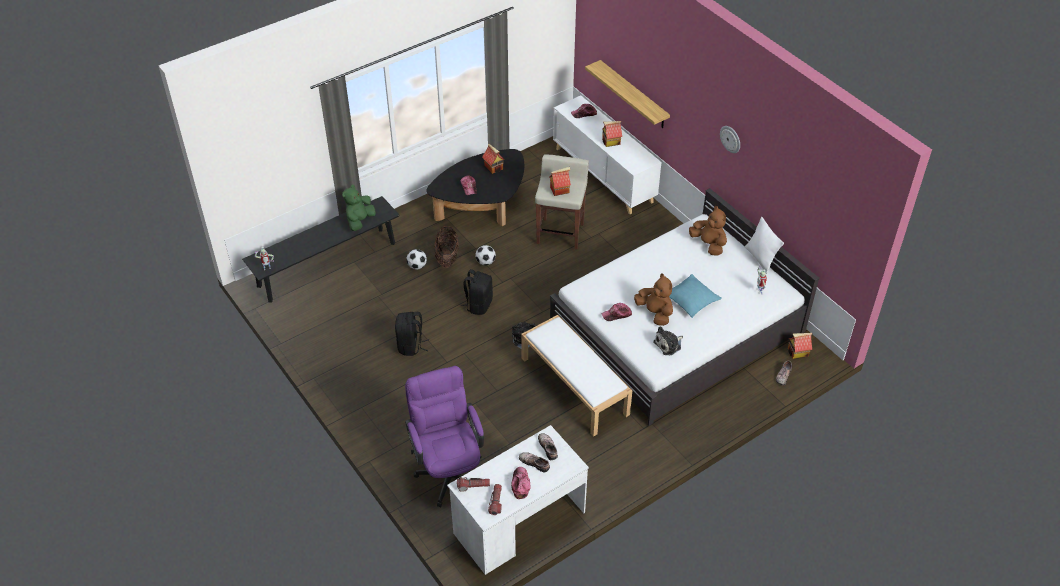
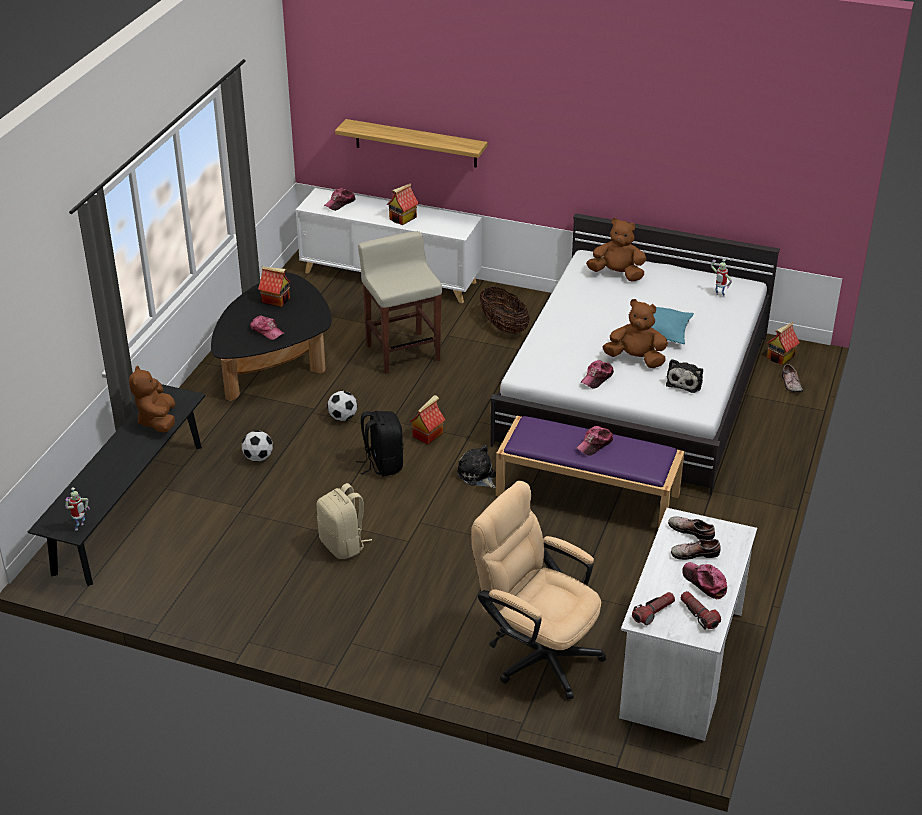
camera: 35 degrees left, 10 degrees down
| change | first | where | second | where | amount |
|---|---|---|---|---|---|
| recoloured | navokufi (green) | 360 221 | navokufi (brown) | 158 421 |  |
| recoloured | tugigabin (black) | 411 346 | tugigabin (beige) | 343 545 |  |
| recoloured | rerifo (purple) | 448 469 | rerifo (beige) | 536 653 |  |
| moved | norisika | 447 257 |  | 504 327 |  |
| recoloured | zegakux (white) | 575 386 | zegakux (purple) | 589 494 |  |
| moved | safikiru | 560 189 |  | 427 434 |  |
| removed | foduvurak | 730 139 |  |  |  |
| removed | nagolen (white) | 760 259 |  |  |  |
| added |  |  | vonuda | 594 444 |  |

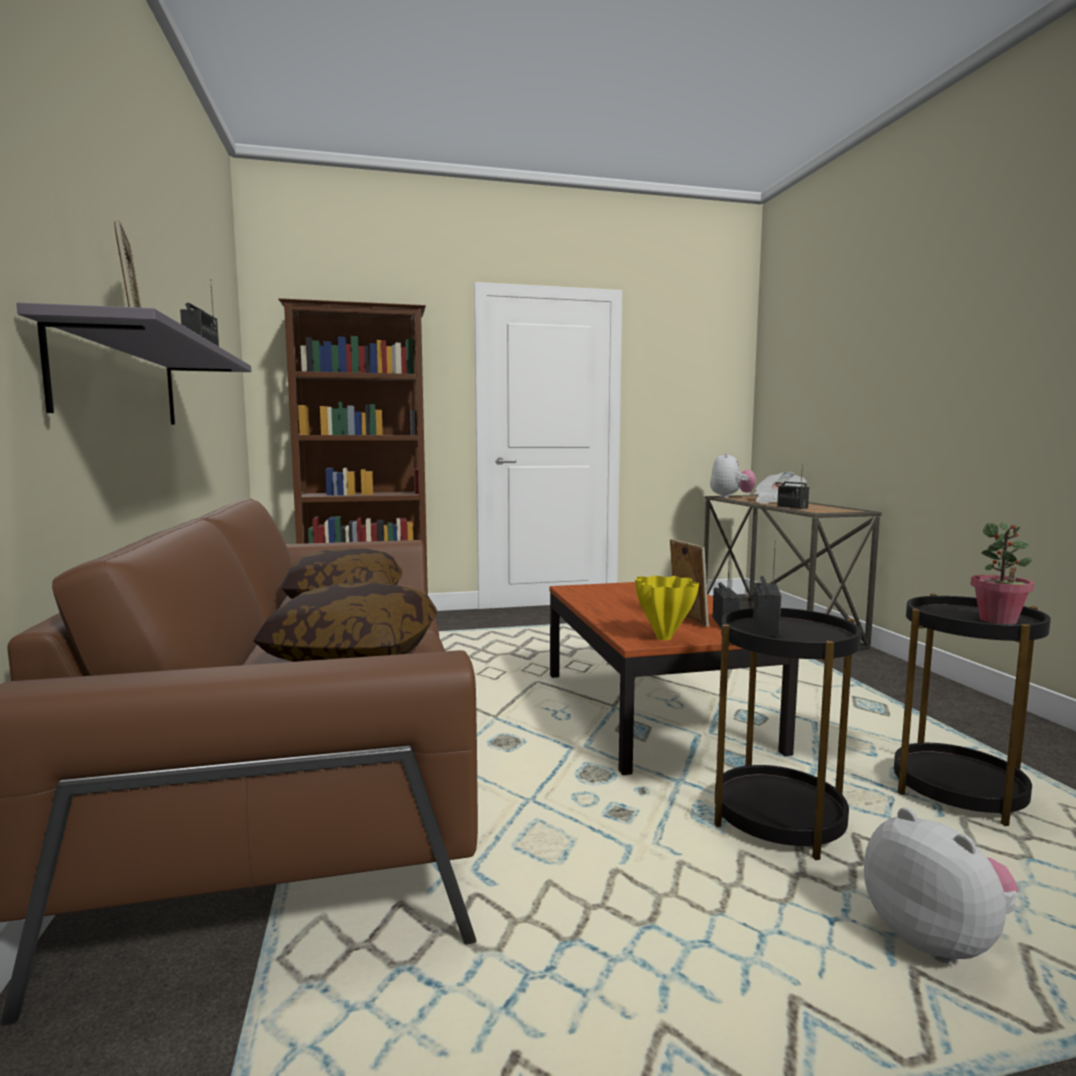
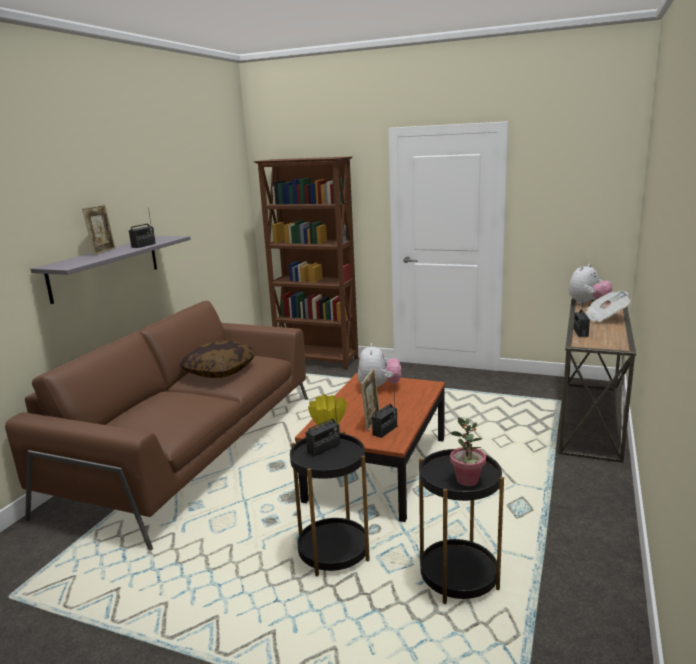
camera: 35 degrees right, 10 degrees up
| change | first | where | second | where | amount |
|---|---|---|---|---|---|
| removed | nagolen | 354 654 |  |  |  |
| moved | navokufi | 935 940 |  | 379 387 |  |

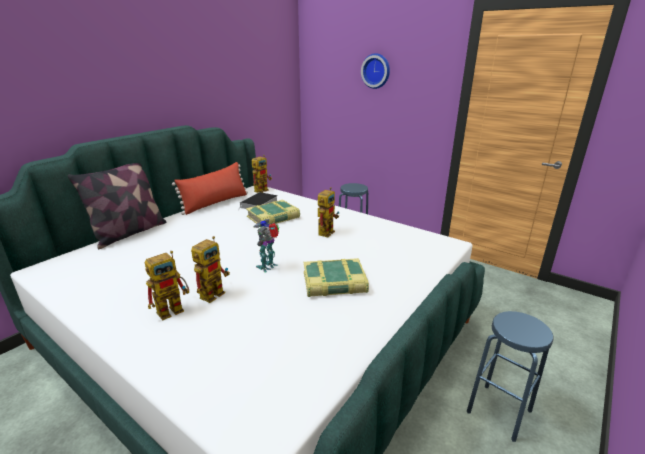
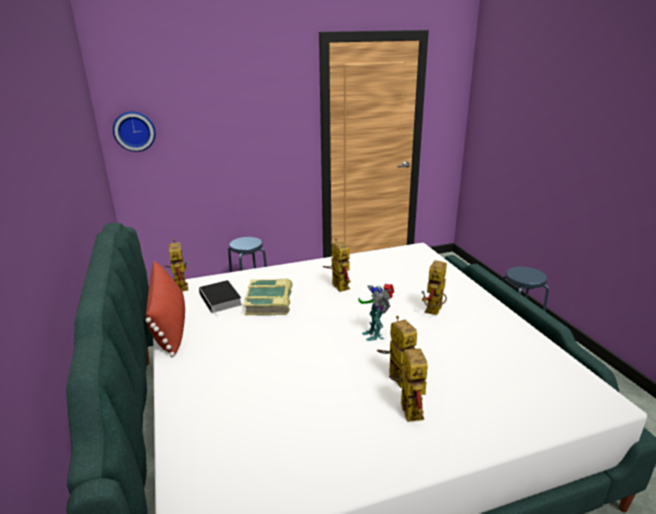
camera: 55 degrees left, 0 degrees up
| change | first | where | second | where | amount |
|---|---|---|---|---|---|
| removed | nagolen | 129 233 |  |  |  |
| replaced | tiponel | 334 283 | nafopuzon | 434 312 |  |
| moved | foduvurak | 376 71 |  | 134 131 |  |

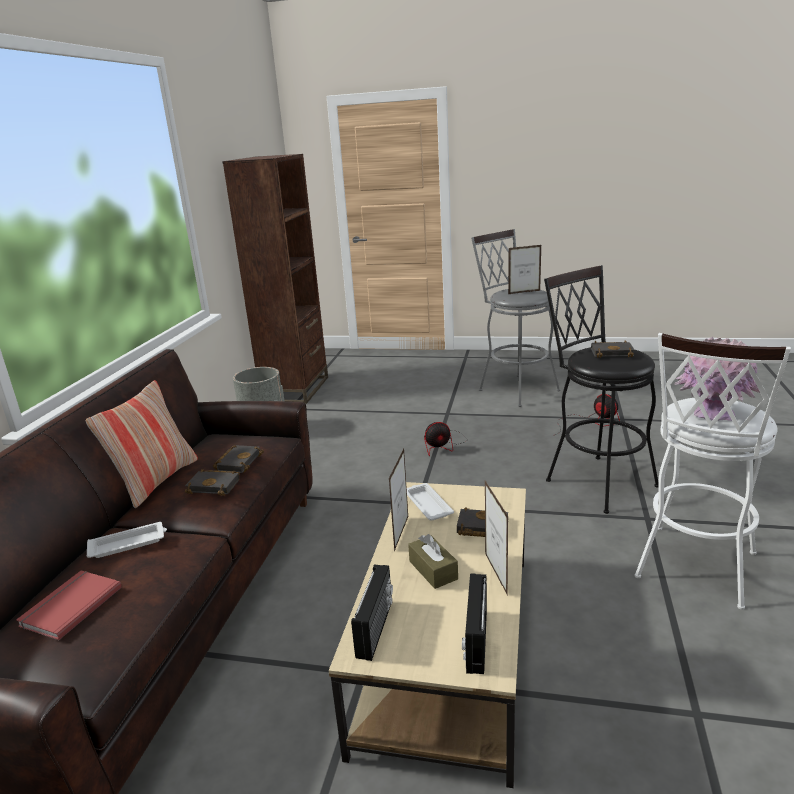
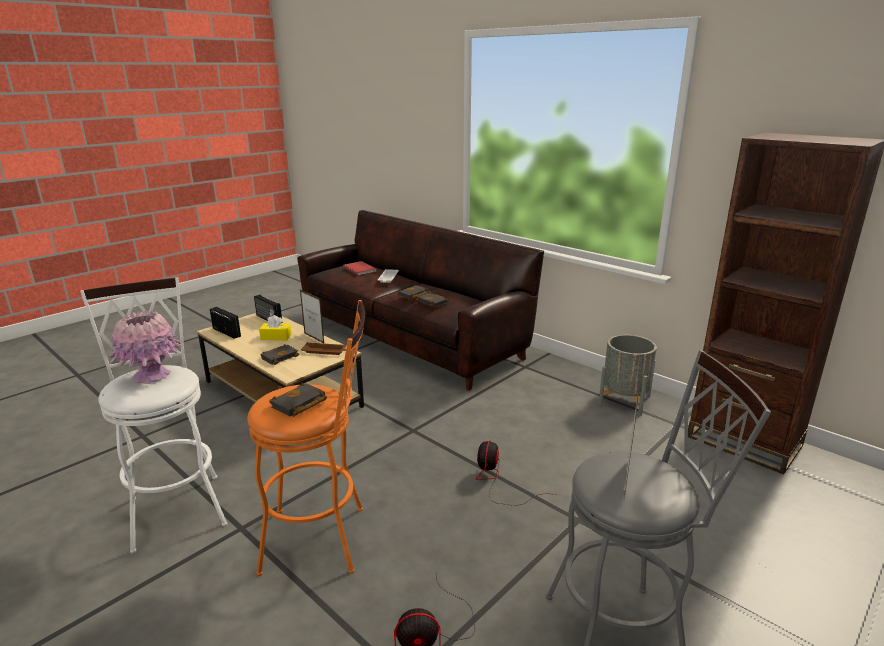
camera: 120 degrees right, 0 degrees up
| change | first | where | second | where | amount |
|---|---|---|---|---|---|
| removed | nagolen | 156 481 |  |  |  |
| recoloured | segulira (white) | 427 505 | segulira (brown) | 325 351 |  |
| recoloured | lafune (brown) | 433 570 | lafune (yellow) | 276 337 |  |
| removed | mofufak | 496 574 |  |  |  |
| recoloured | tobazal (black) | 594 479 | tobazal (orange) | 324 539 |  |

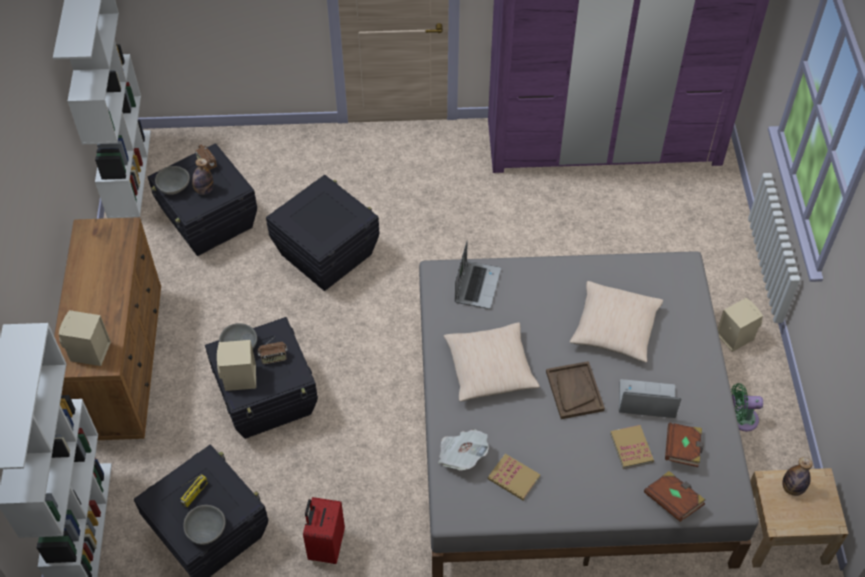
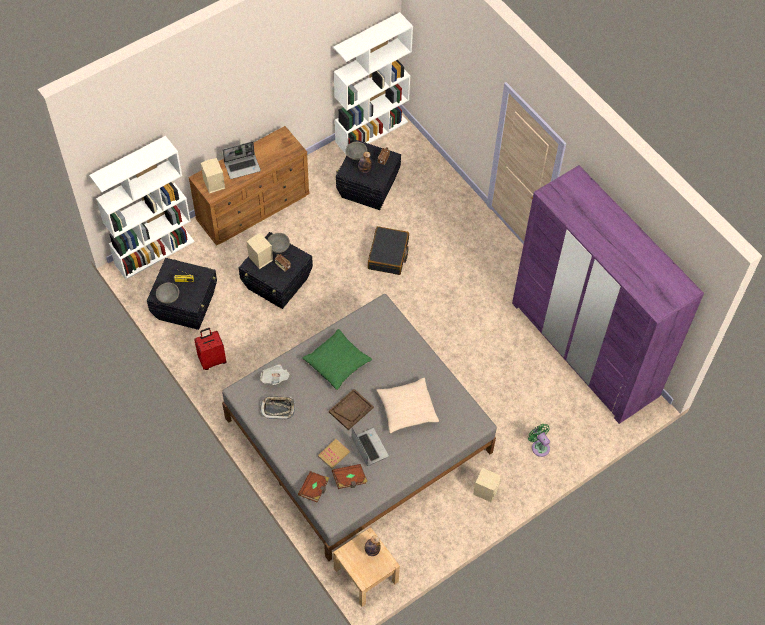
camera: 55 degrees right, 5 degrees up
| change | first | where | second | where | amount |
|---|---|---|---|---|---|
| replaced | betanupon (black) | 326 254 | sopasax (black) | 388 255 |  |
| recoloured | nagolen (beige) | 490 368 | nagolen (green) | 337 363 |  |
| moved | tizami | 477 285 |  | 242 166 |  |
| replaced | tiponel | 513 478 | segulira | 278 408 |  |
| moved | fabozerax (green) | 741 419 |  | 539 446 |  |

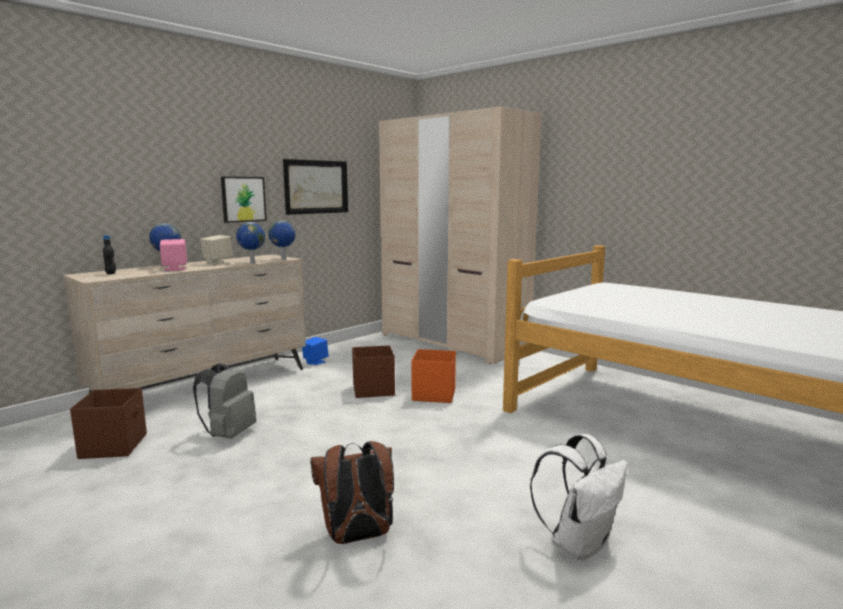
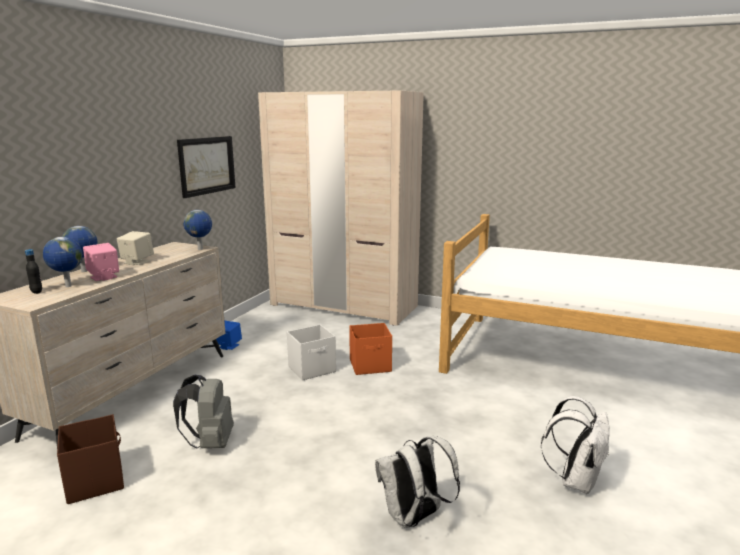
camera: 20 degrees left, 5 degrees up
| change | first | where | second | where | amount |
|---|---|---|---|---|---|
| removed | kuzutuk | 243 199 |  |  |  |
| moved | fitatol | 252 262 |  | 67 286 |  |
| recoloured | tugigabin (brown) | 357 537 | tugigabin (white) | 414 518 |  |
| recoloured | betanupon (brown) | 374 390 | betanupon (white) | 312 369 |  |

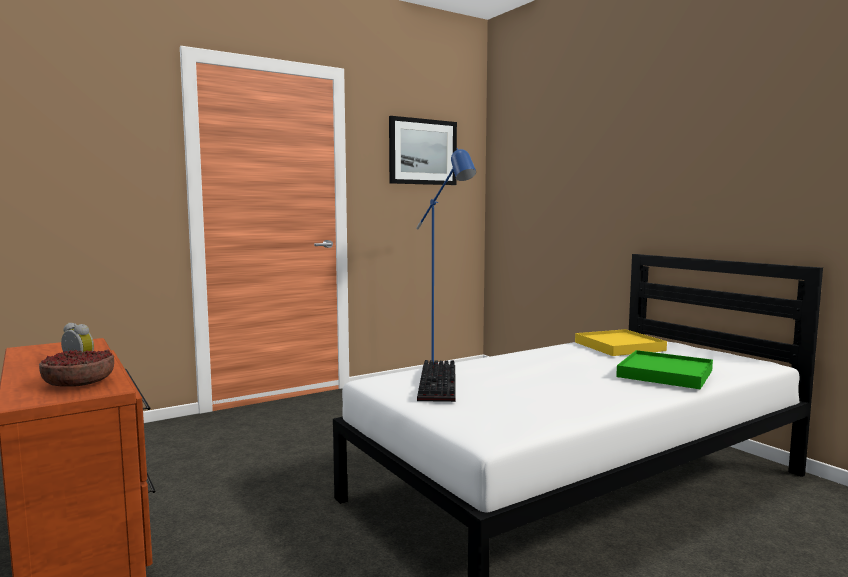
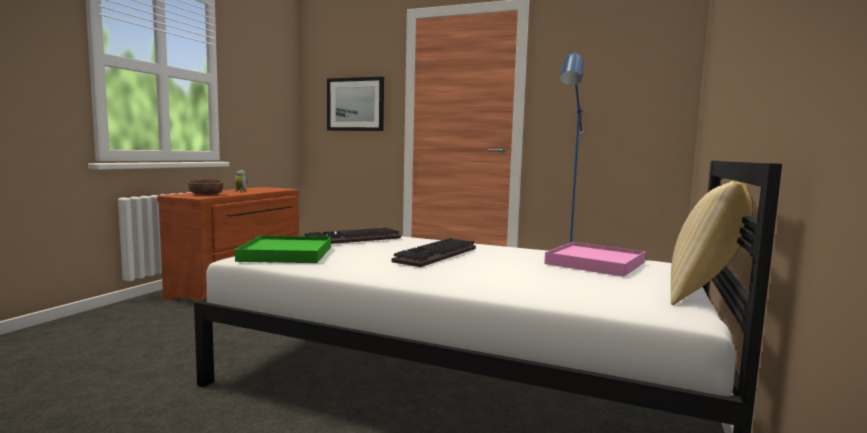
camera: 55 degrees right, 0 degrees up
| change | first | where | second | where | amount |
|---|---|---|---|---|---|
| moved | kuzutuk | 422 152 |  | 355 104 |  |
| recoloured | segulira (yellow) | 619 346 | segulira (pink) | 595 263 |  |
| moved | segulira (green) | 664 374 |  | 286 254 |  |
| added |  |  | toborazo | 437 256 |  |
| added |  |  | nagolen | 705 294 |  |

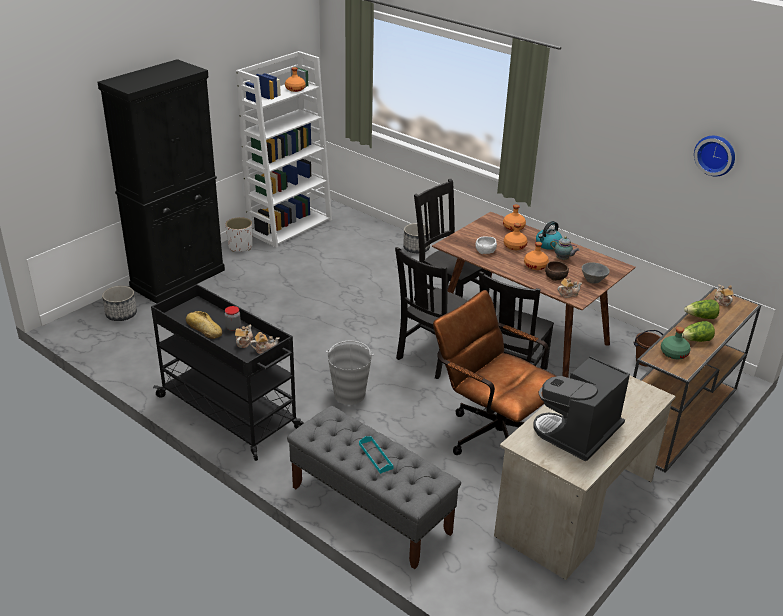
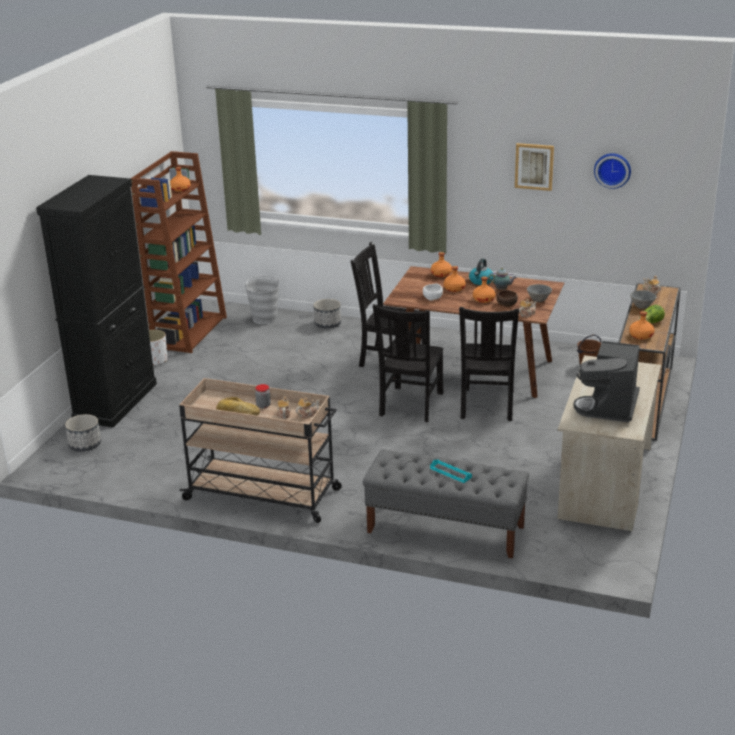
camera: 20 degrees left, 5 degrees down
| change | first | where | second | where | amount |
|---|---|---|---|---|---|
| recoloured | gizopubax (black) | 230 413 | gizopubax (beige) | 264 495 |  |
| recoloured | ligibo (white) | 290 226 | ligibo (brown) | 189 331 |  |
| moved | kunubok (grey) | 349 394 |  | 264 318 |  |
| removed | rerifo (brown) | 490 433 |  |  |  |
| recoloured | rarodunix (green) | 673 353 | rarodunix (orange) | 641 335 |  |
| replaced | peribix | 701 317 | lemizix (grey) | 643 306 |  |
| added |  |  | kuzutuk | 534 166 |  |

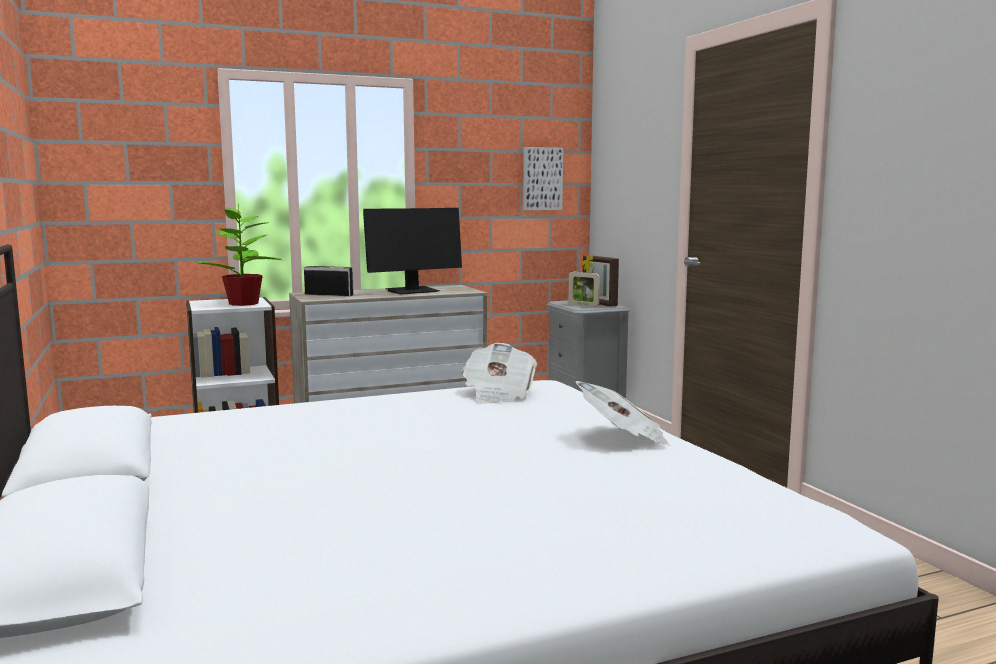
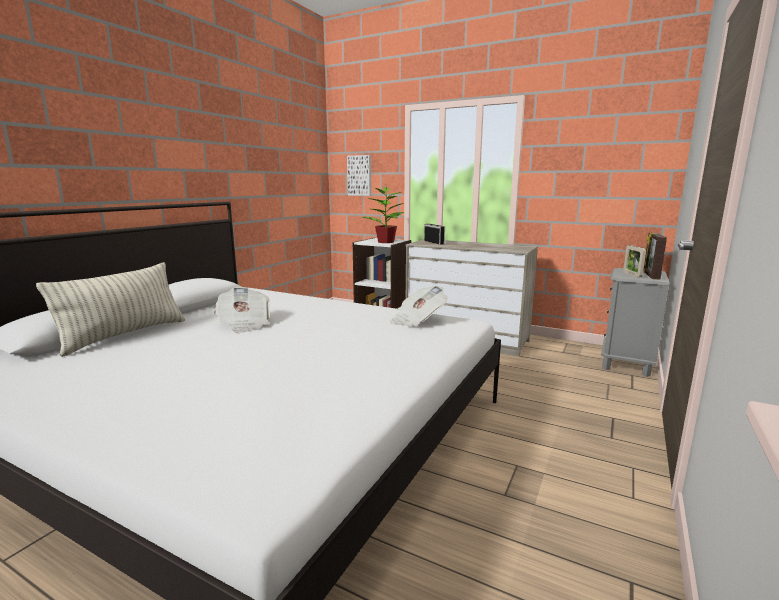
camera: 50 degrees right, 5 degrees up
| change | first | where | second | where | amount |
|---|---|---|---|---|---|
| removed | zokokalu | 412 291 |  |  |  |
| moved | kuzutuk | 541 179 |  | 360 175 |  |
| moved | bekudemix | 623 438 |  | 244 324 |  |
| added |  |  | nagolen | 124 335 |  |

